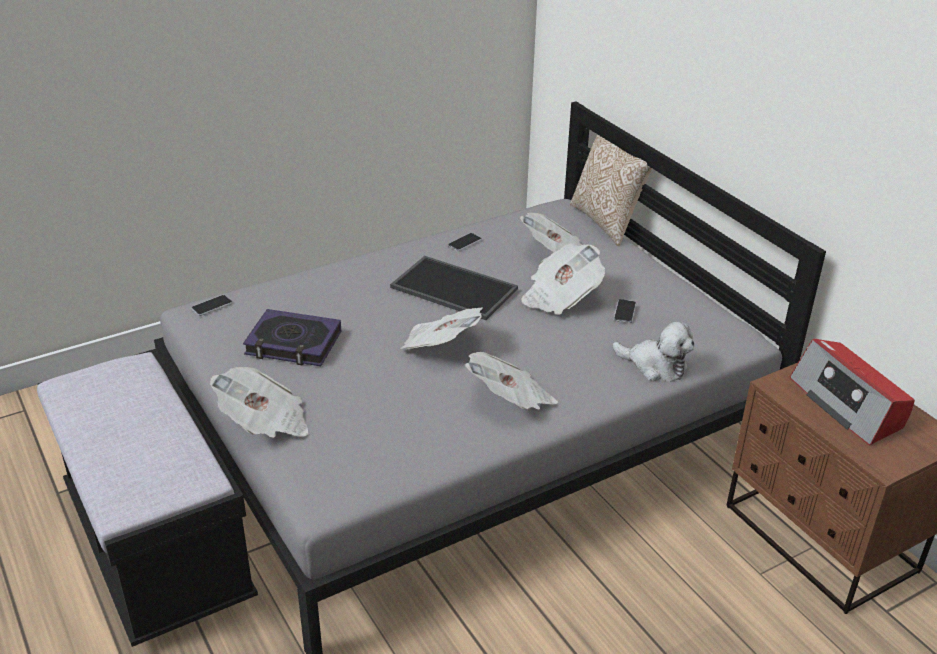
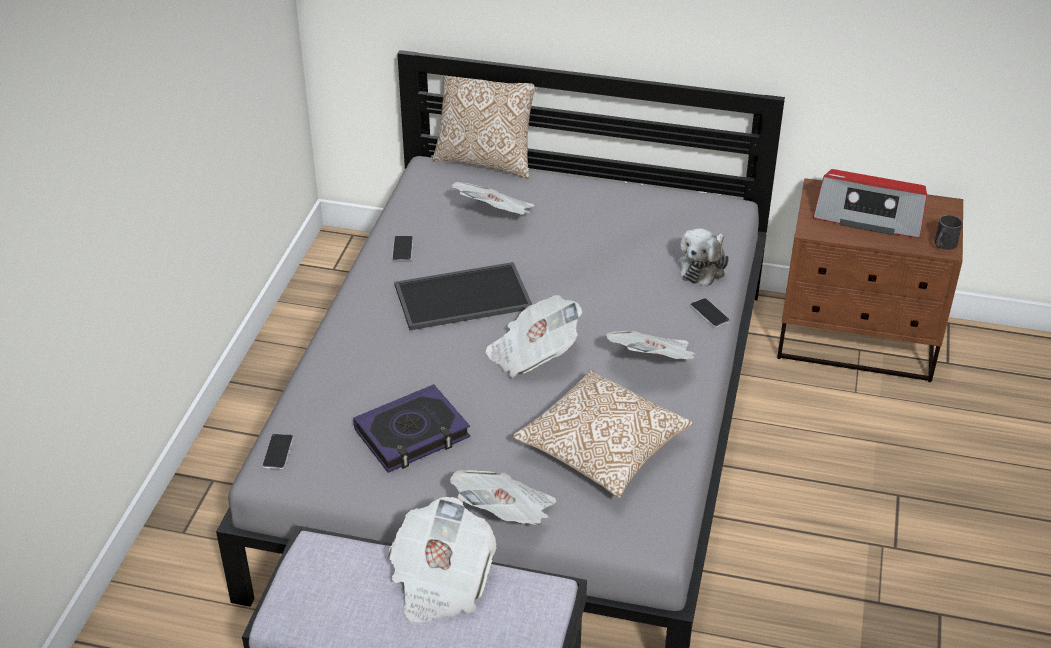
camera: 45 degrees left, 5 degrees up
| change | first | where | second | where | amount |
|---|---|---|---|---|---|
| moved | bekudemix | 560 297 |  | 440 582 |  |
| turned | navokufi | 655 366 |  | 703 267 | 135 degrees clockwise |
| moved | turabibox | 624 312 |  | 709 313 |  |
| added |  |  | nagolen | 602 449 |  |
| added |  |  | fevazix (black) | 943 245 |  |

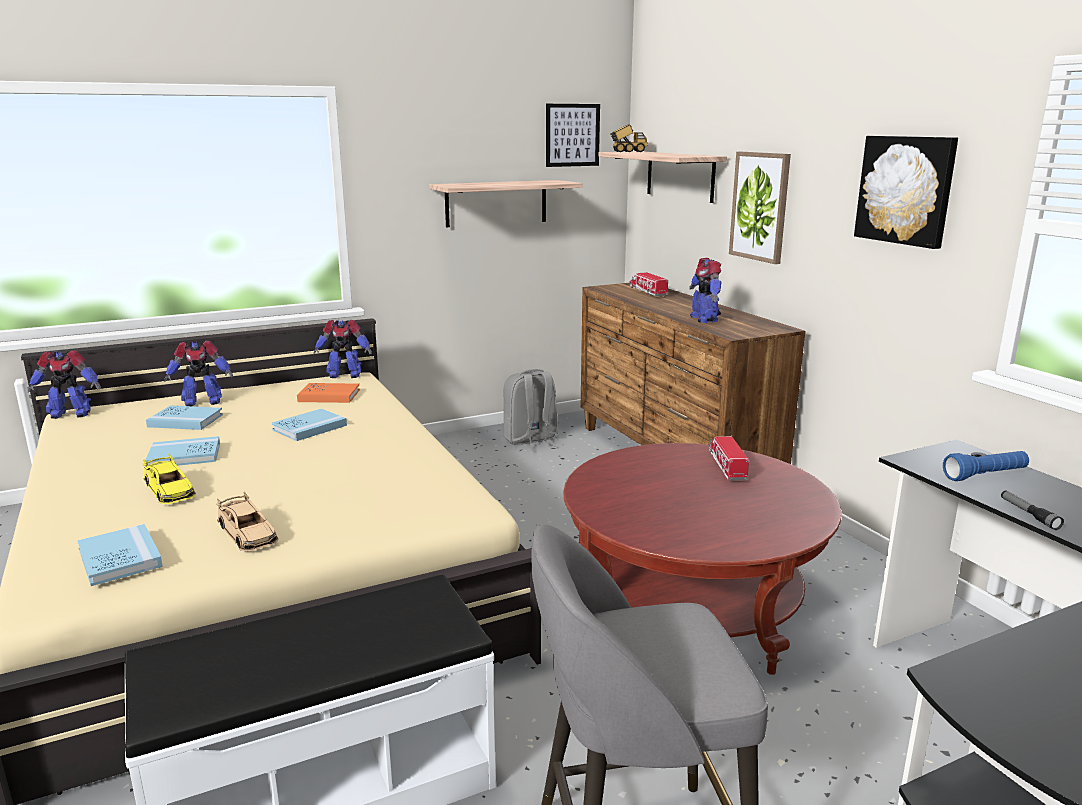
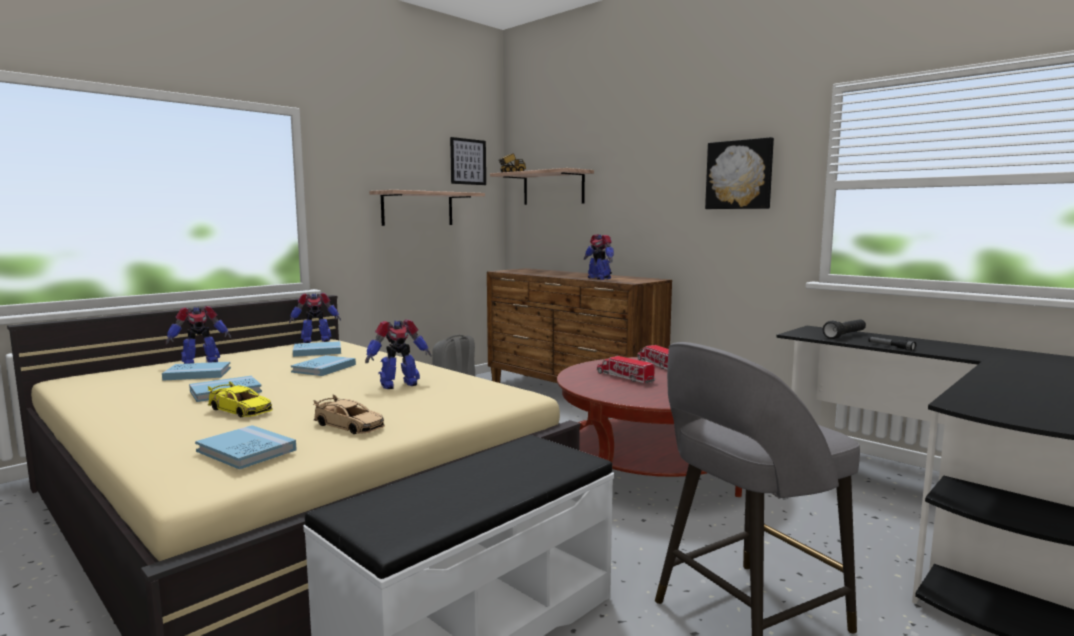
camera: 20 degrees left, 10 degrees down
| change | first | where | second | where | amount |
|---|---|---|---|---|---|
| moved | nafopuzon | 70 414 |  | 398 384 |  |
| recoloured | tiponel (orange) | 329 396 | tiponel (blue) | 317 351 |  |
| moved | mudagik | 647 291 |  | 624 377 |  |
| removed | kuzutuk | 760 206 |  |  |  |
| recoloured | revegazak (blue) | 985 476 | revegazak (black) | 845 336 |  |

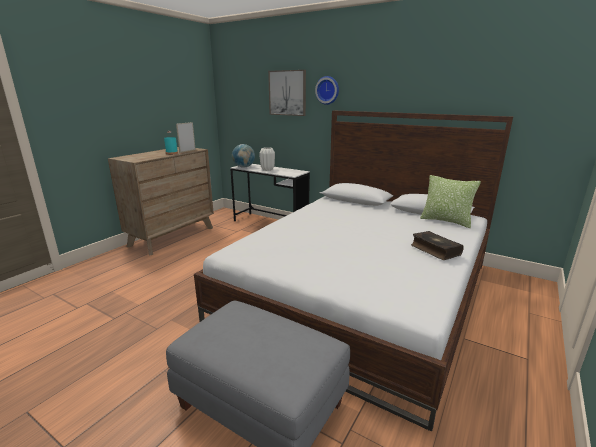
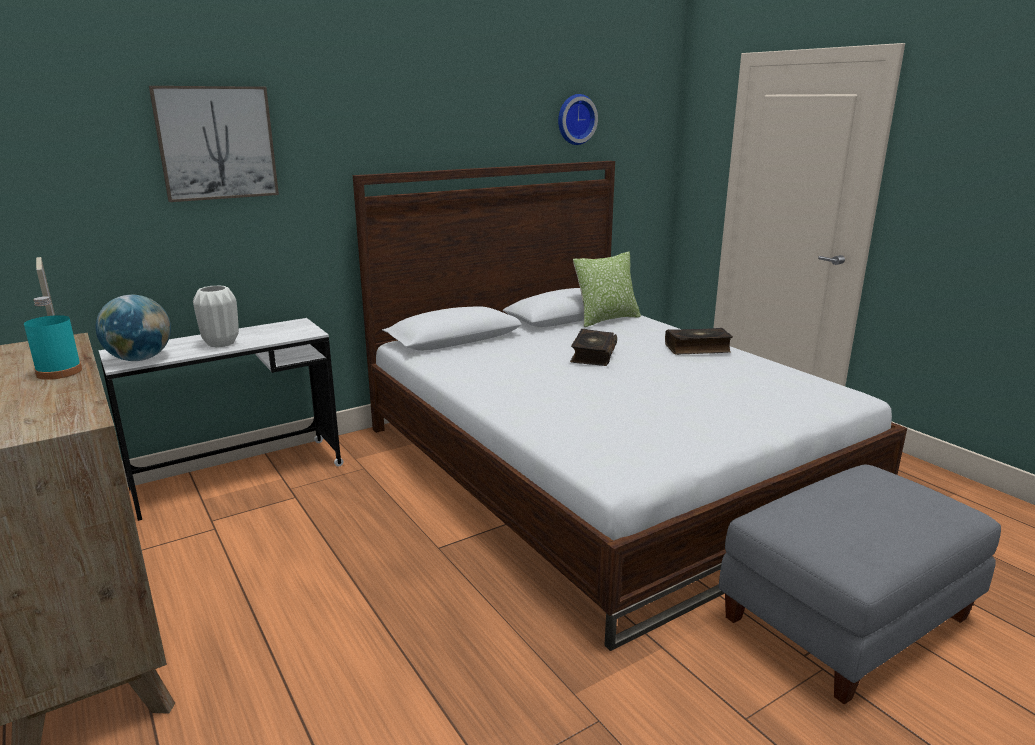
camera: 65 degrees left, 0 degrees up
| change | first | where | second | where | amount |
|---|---|---|---|---|---|
| moved | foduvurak | 328 90 |  | 575 119 |  |
| added |  |  | tiponel | 592 355 |  |

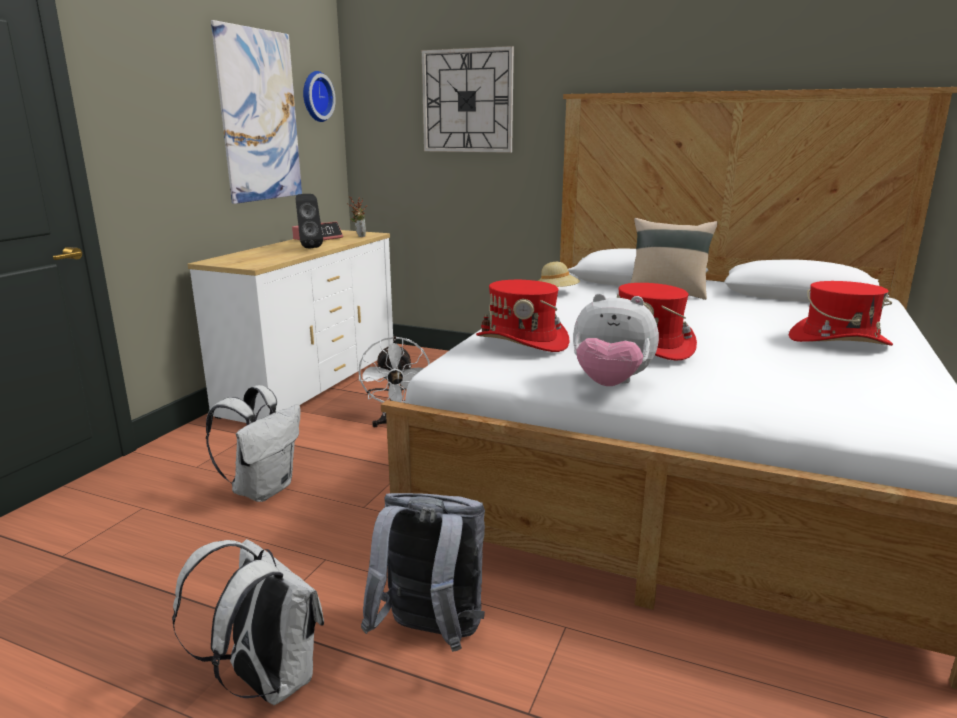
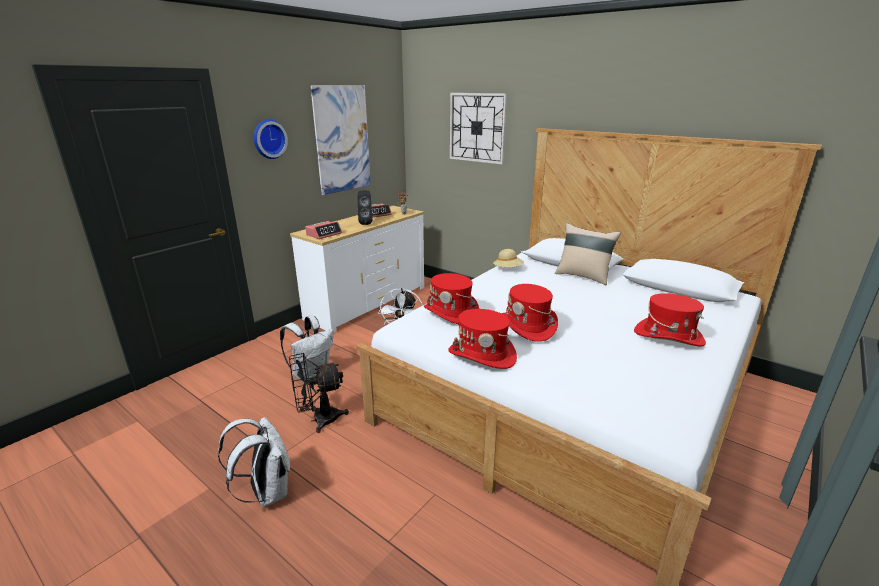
camera: 15 degrees right, 5 degrees up
| change | first | where | second | where | amount |
|---|---|---|---|---|---|
| moved | foduvurak | 315 96 |  | 268 139 |  |
| removed | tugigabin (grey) | 430 635 |  |  |  |
| replaced | navokufi | 610 384 | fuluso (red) | 482 355 |  |
| added |  |  | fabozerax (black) | 318 420 |  |
| added |  |  | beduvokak | 324 234 |  |

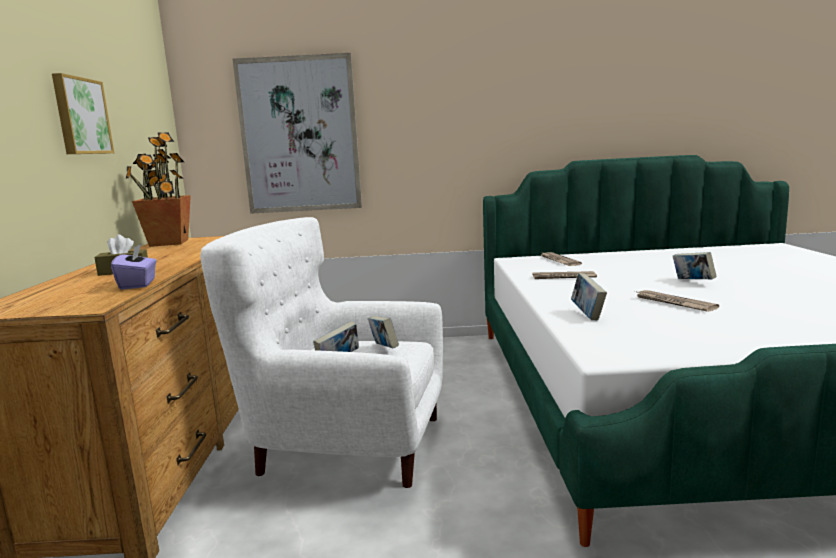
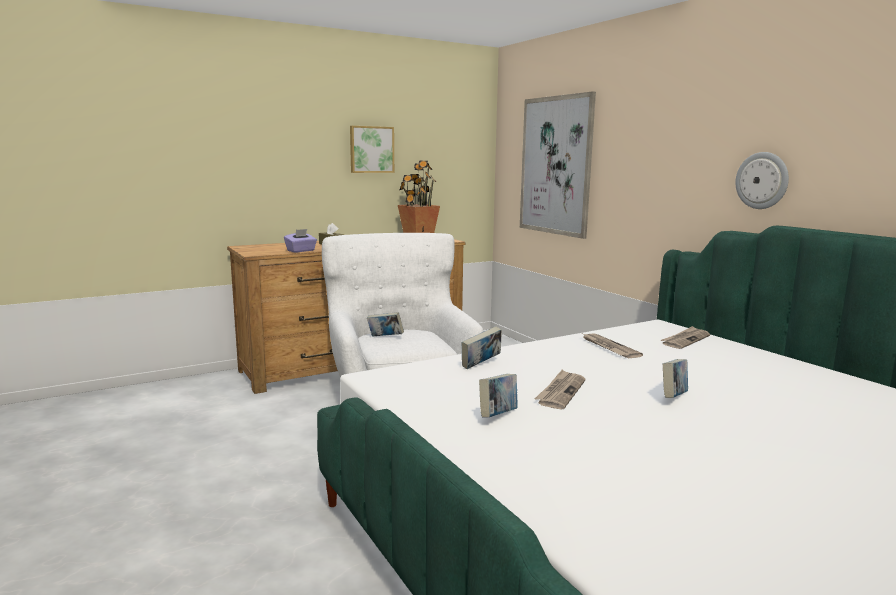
camera: 60 degrees right, 0 degrees up
| change | first | where | second | where | amount |
|---|---|---|---|---|---|
| moved | tiponel | 384 348 |  | 498 416 |  |
| added |  |  | foduvurak | 762 180 |  |

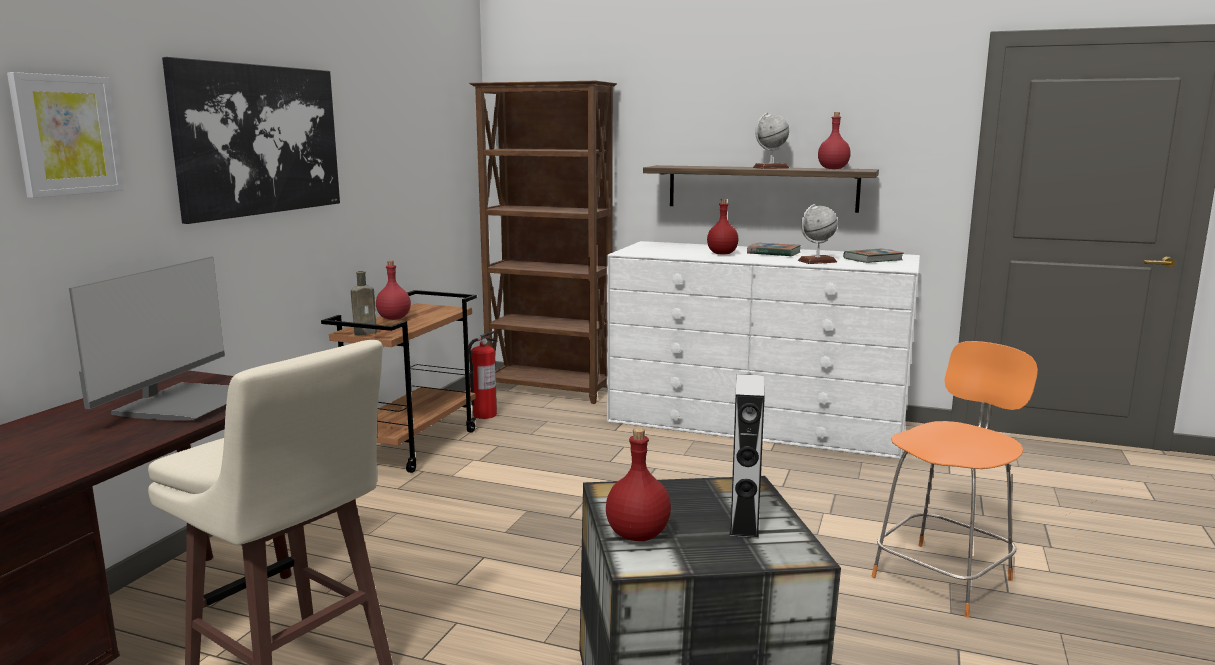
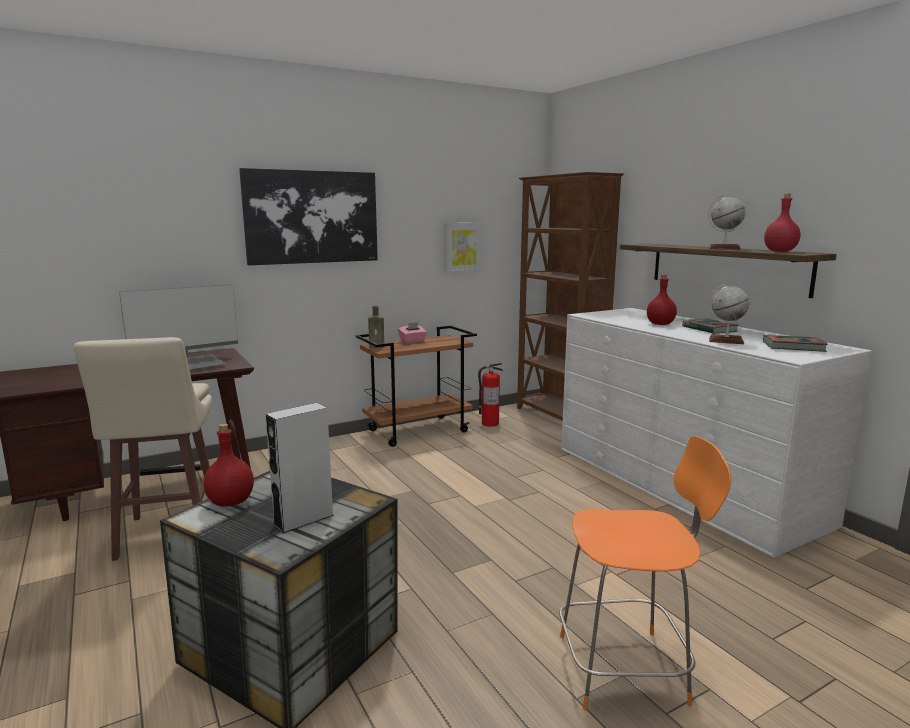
camera: 40 degrees right, 0 degrees up
| change | first | where | second | where | amount |
|---|---|---|---|---|---|
| moved | kuzutuk | 66 135 |  | 462 247 |  |
| replaced | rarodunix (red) | 393 318 | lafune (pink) | 412 341 |  |

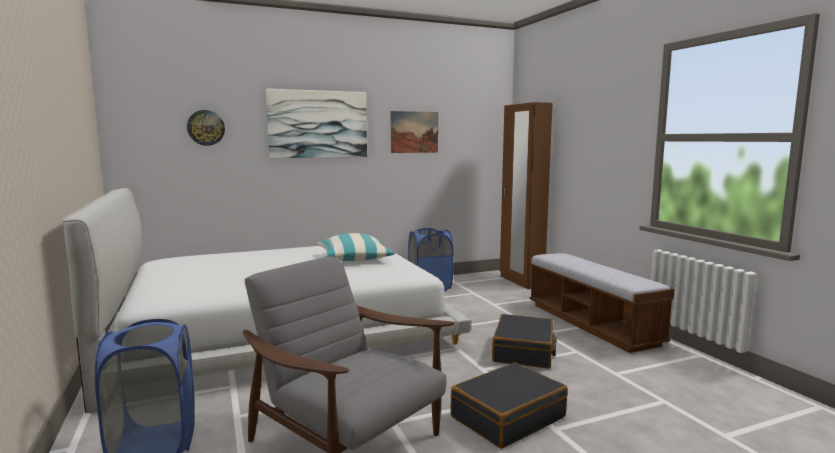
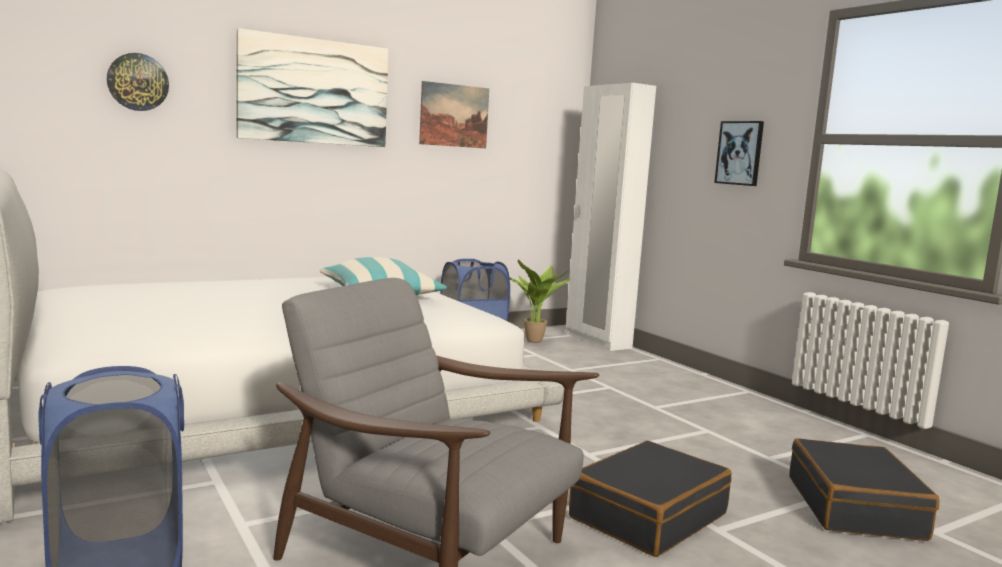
camera: 10 degrees left, 0 degrees up
| change | first | where | second | where | amount |
|---|---|---|---|---|---|
| moved | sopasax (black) | 524 352 |  | 855 508 |  |
| recoloured | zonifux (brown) | 521 281 | zonifux (white) | 597 341 |  |
| removed | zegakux | 591 324 |  |  |  |
| added |  |  | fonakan | 535 342 |  |
| added |  |  | kuzutuk | 740 153 |  |

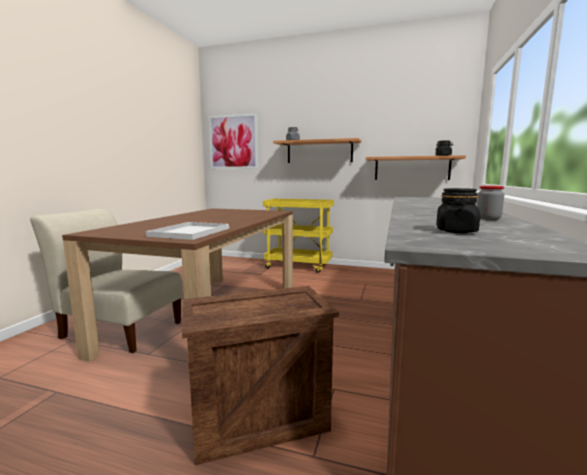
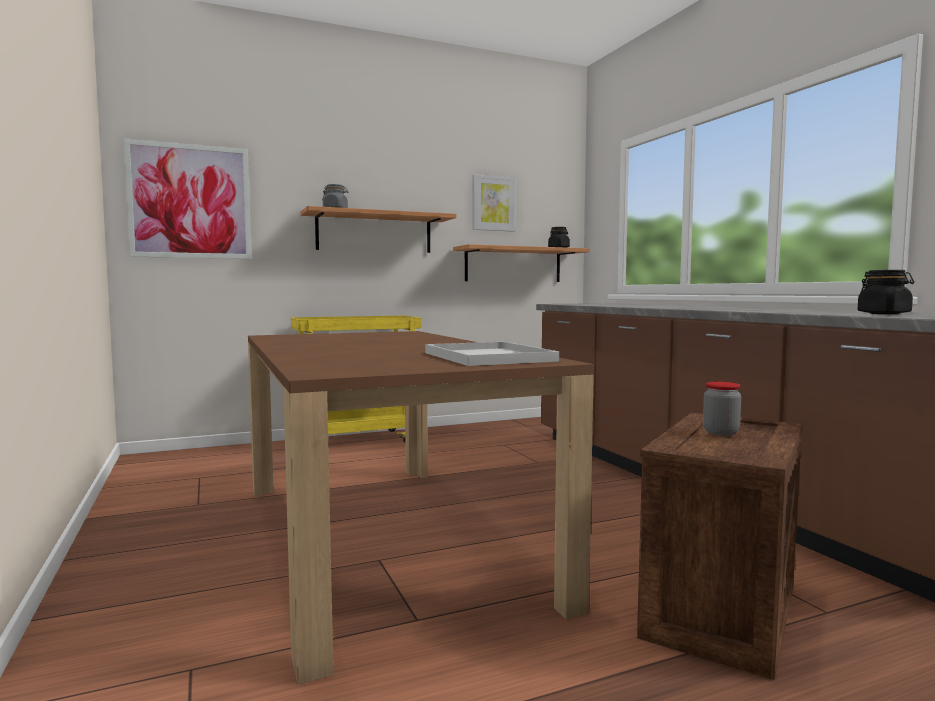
camera: 40 degrees left, 5 degrees down
| change | first | where | second | where | amount |
|---|---|---|---|---|---|
| removed | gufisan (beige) | 119 329 |  |  |  |
| moved | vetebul | 488 219 |  | 720 432 |  |
| added |  |  | kuzutuk | 493 203 |  |

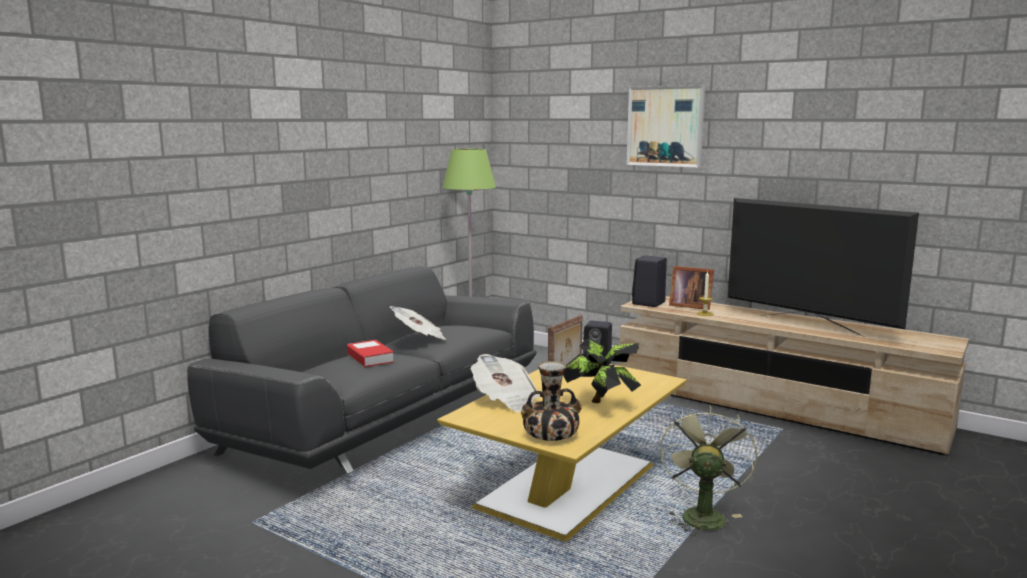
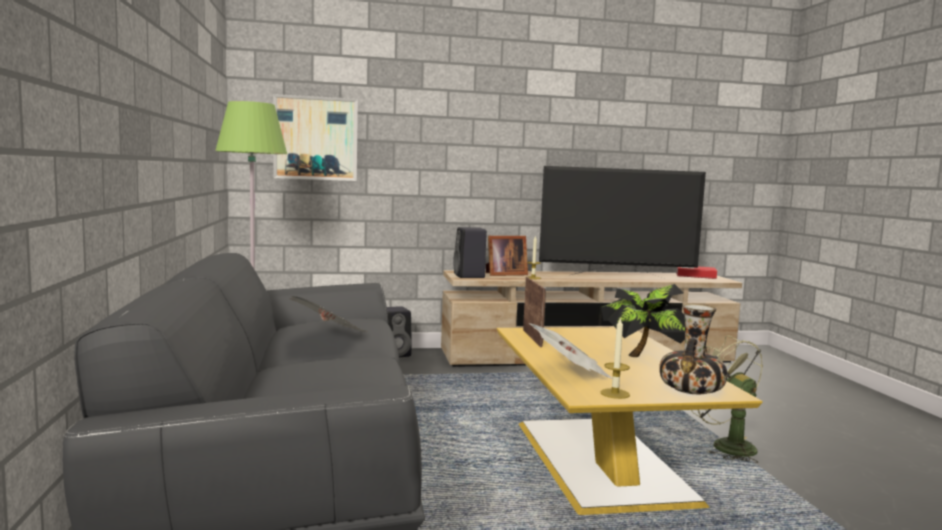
camera: 45 degrees left, 5 degrees down
| change | first | where | second | where | amount |
|---|---|---|---|---|---|
| moved | tiponel | 370 358 |  | 695 276 |  |
| moved | kuzutuk | 665 126 |  | 316 138 |  |
| added |  |  | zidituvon | 615 393 |  |

